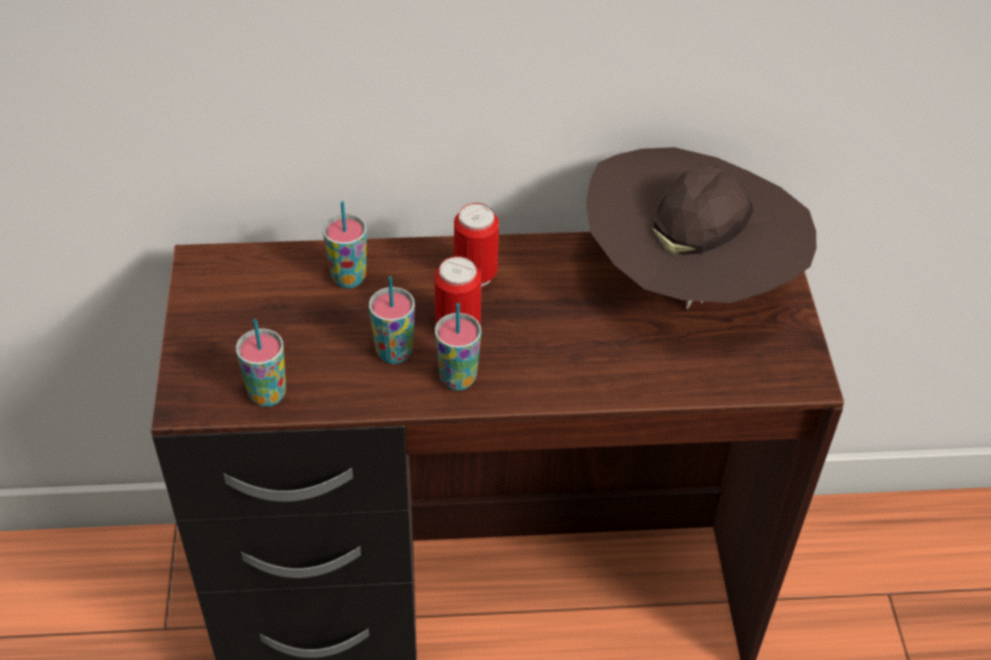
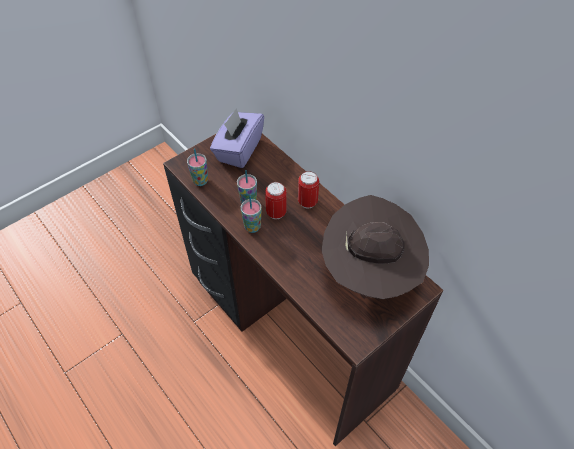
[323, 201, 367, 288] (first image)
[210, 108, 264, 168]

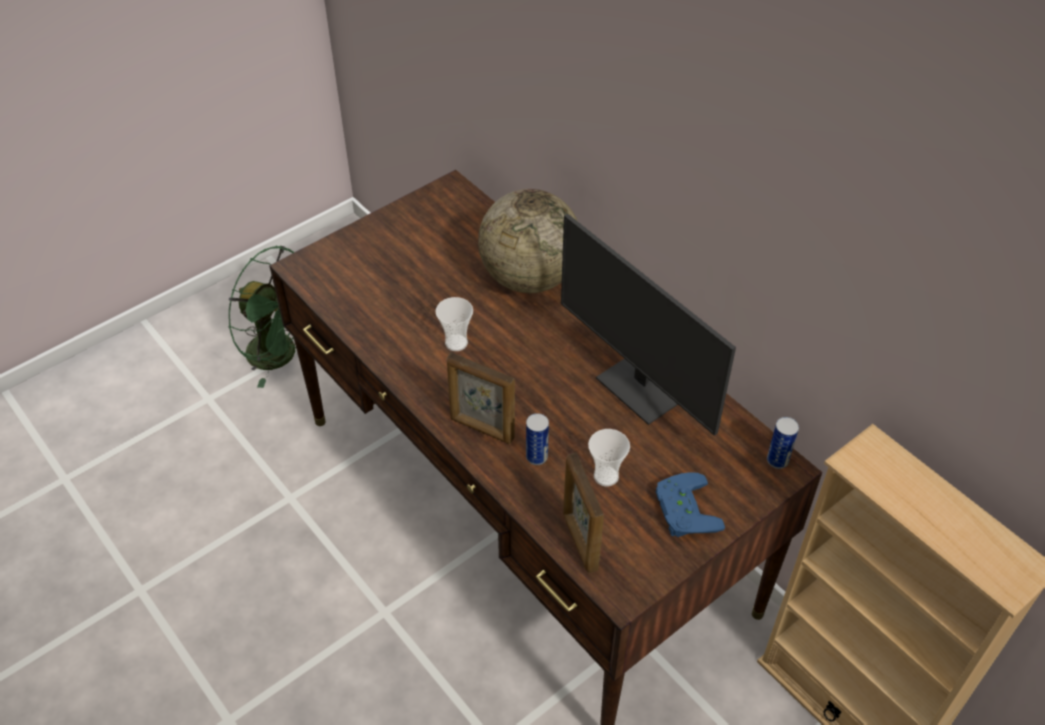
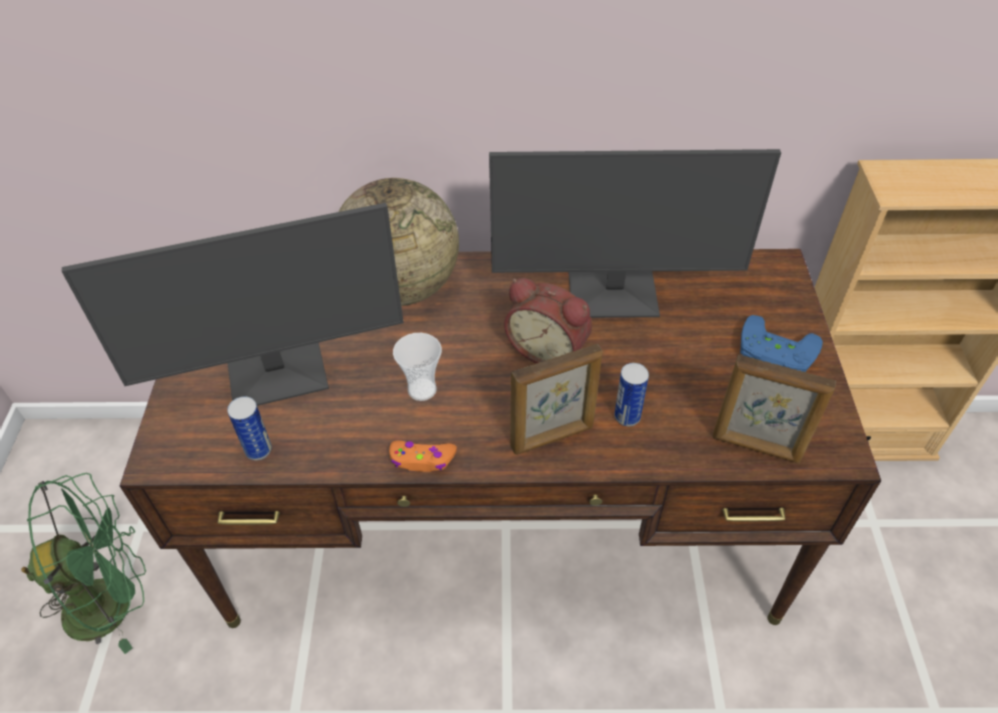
[588, 429, 630, 486] (first image)
[227, 396, 272, 460]
[62, 203, 404, 406]
[389, 440, 457, 472]
[504, 278, 592, 363]

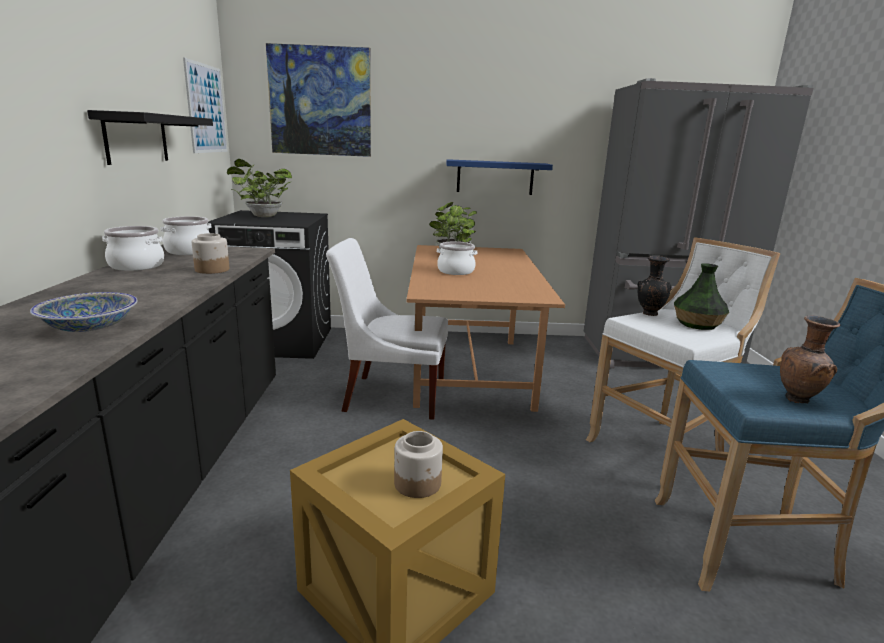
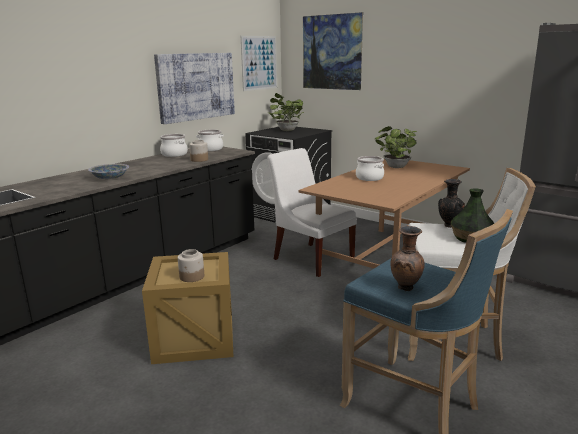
[154, 53, 235, 124]
[446, 159, 553, 195] (first image)

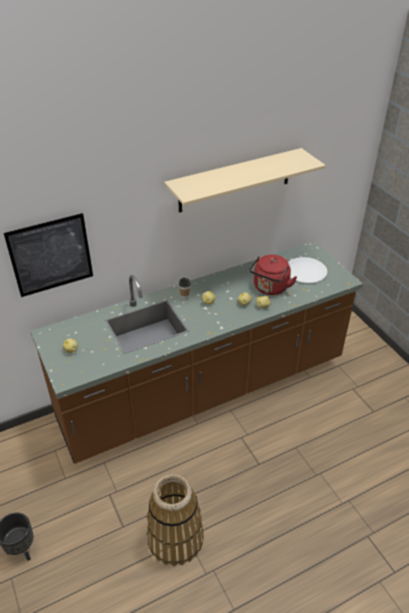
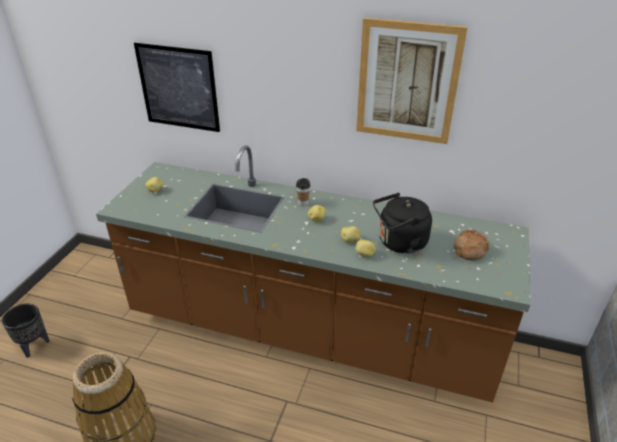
[356, 18, 467, 144]
[373, 193, 432, 254]
[454, 229, 489, 261]

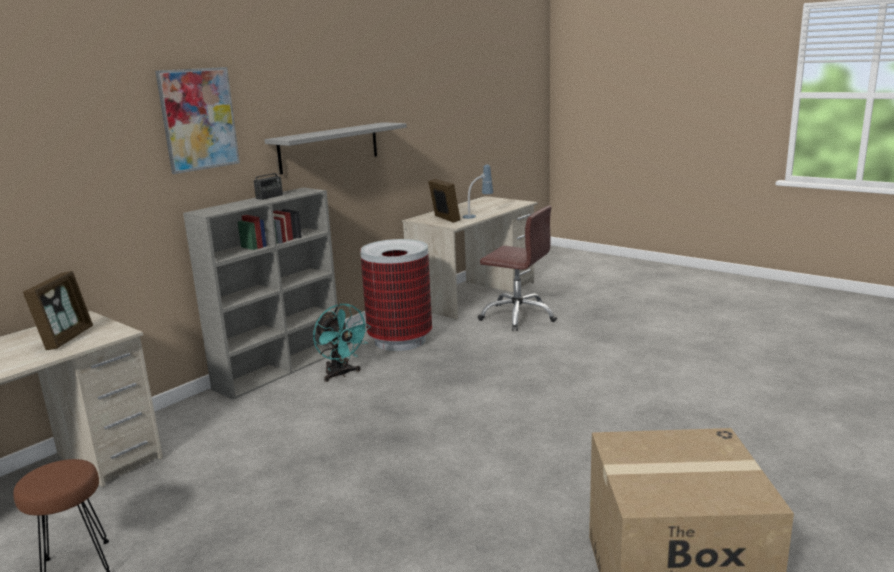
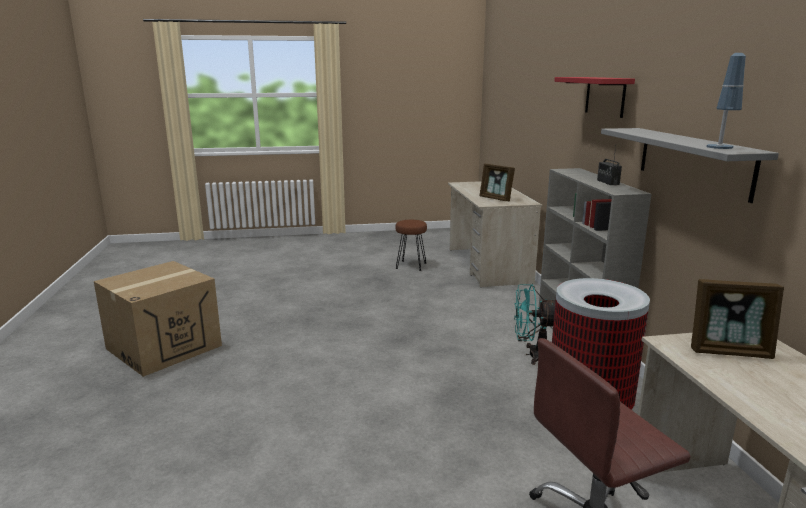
[554, 77, 635, 118]
[706, 53, 746, 149]

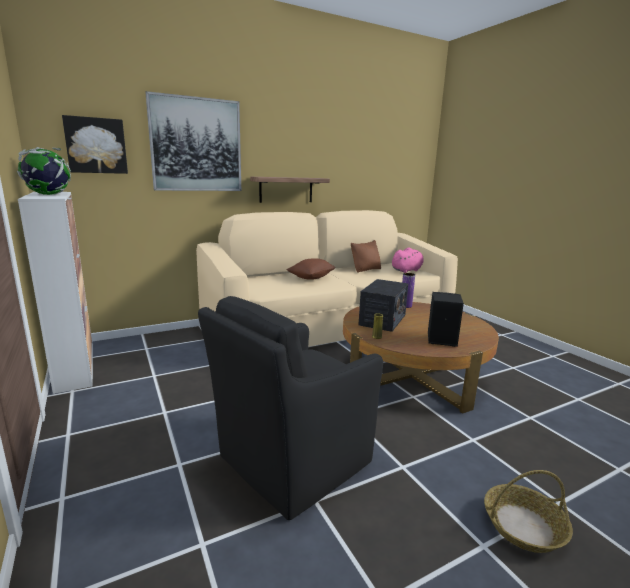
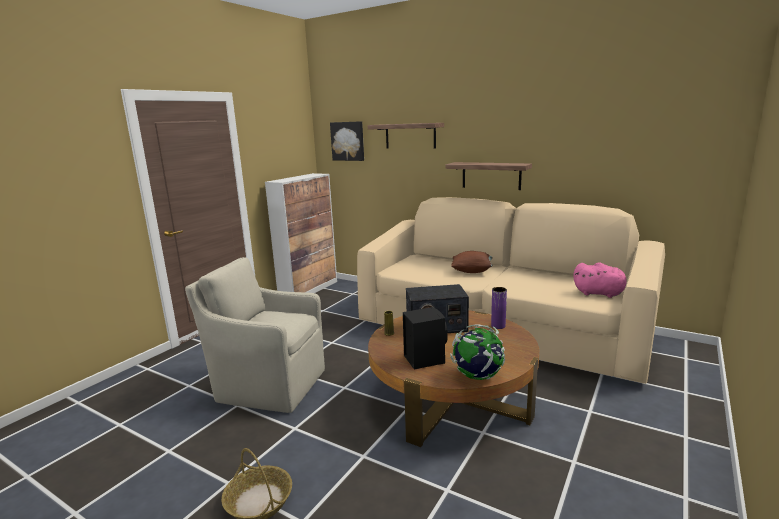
[450, 324, 505, 380]
[368, 123, 444, 148]
[185, 257, 325, 413]
[351, 240, 381, 273] (first image)

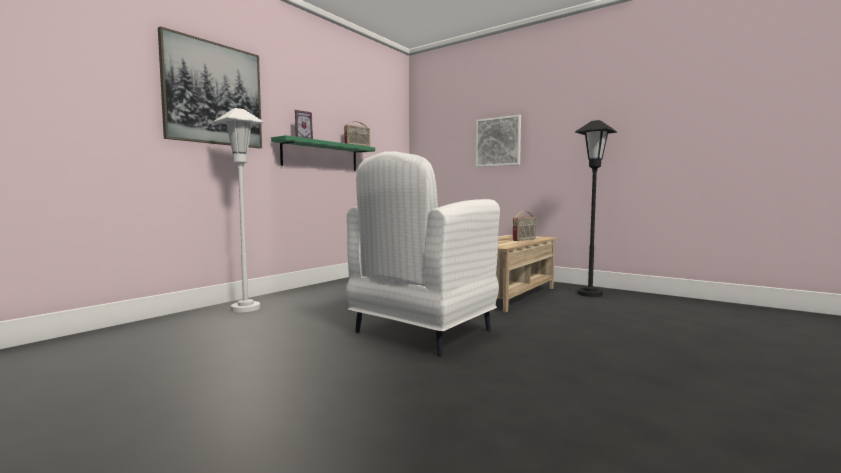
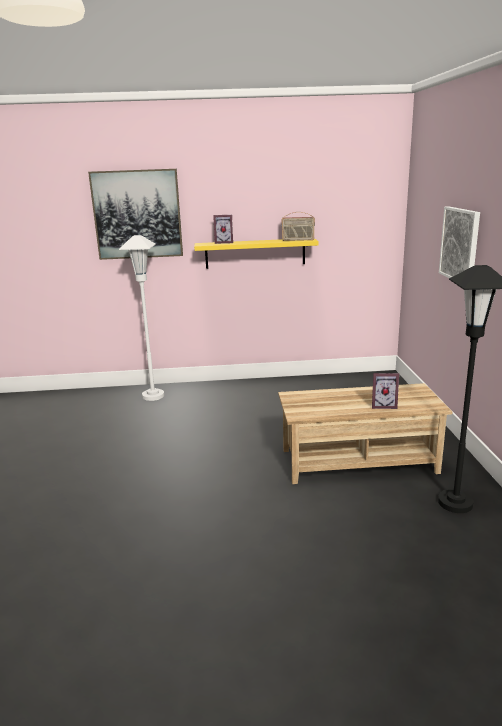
[194, 238, 319, 269]
[346, 151, 500, 356] (first image)
[372, 373, 399, 409]

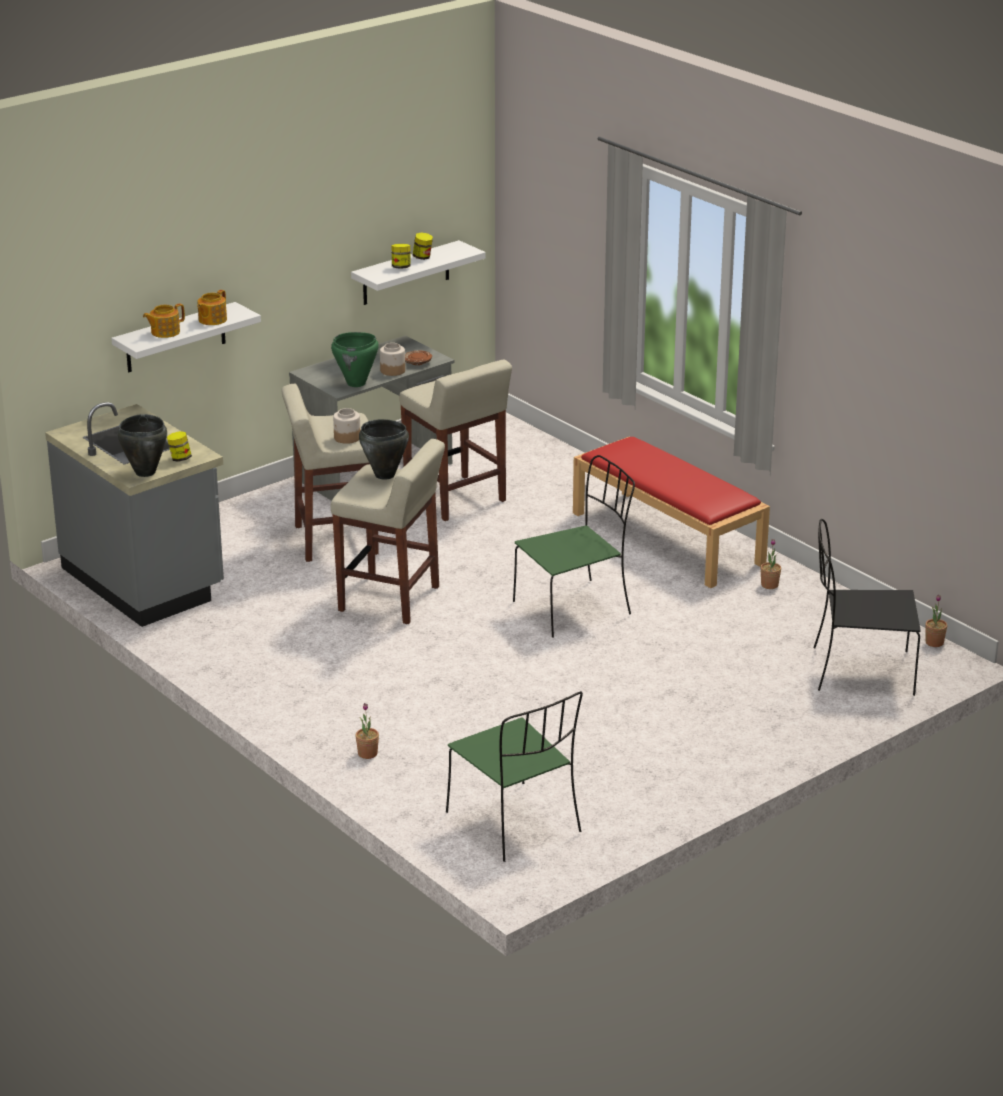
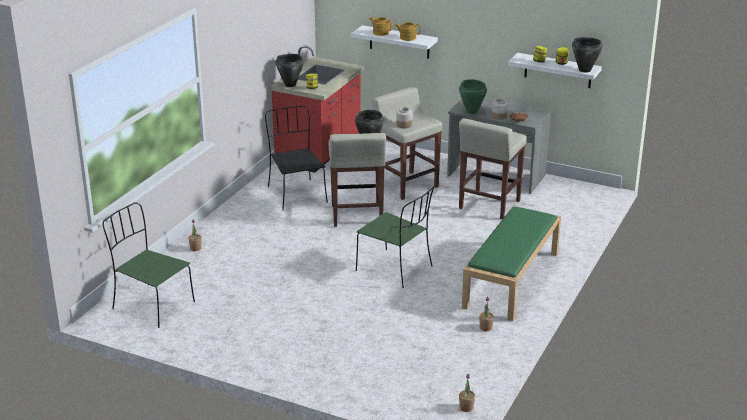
[271, 46, 364, 173]
[102, 202, 195, 328]
[462, 206, 561, 321]
[265, 105, 328, 210]
[572, 37, 603, 73]

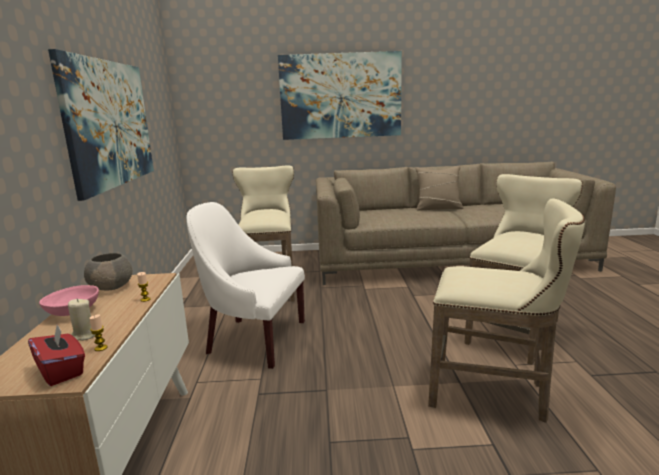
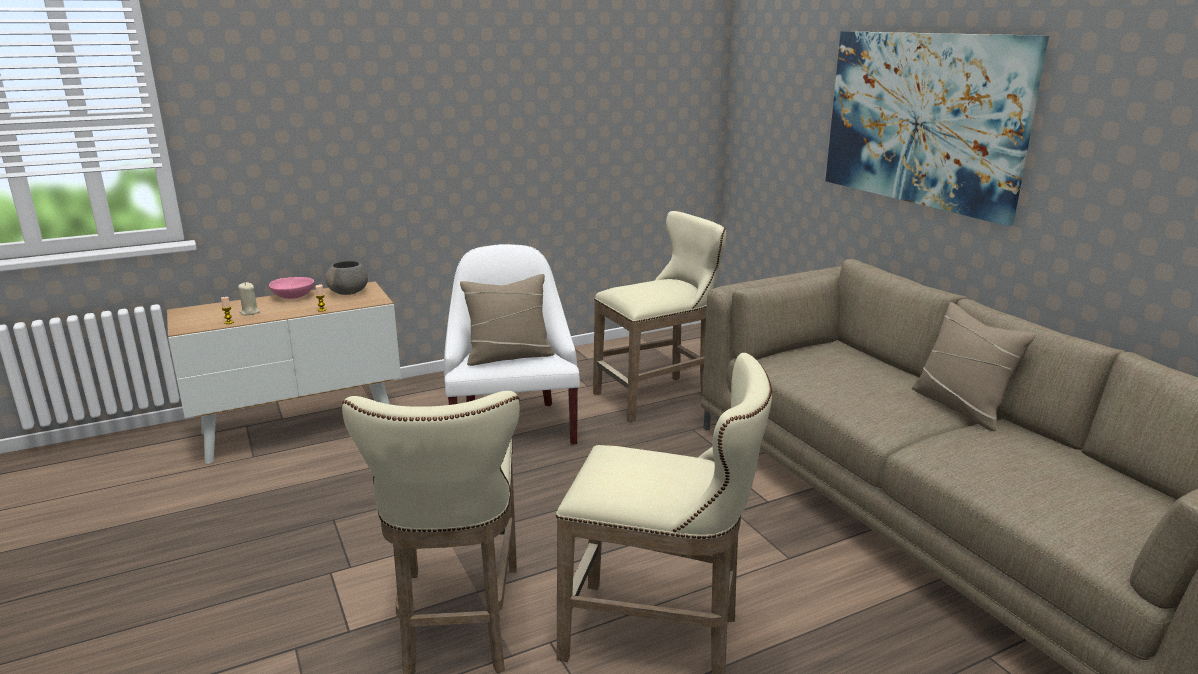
[28, 325, 85, 386] (first image)
[48, 49, 154, 201] (first image)
[460, 274, 555, 366]

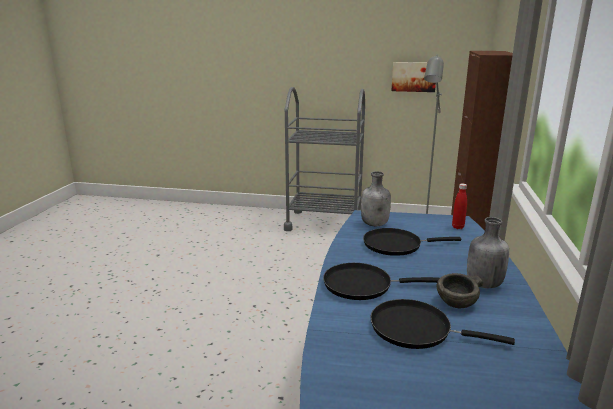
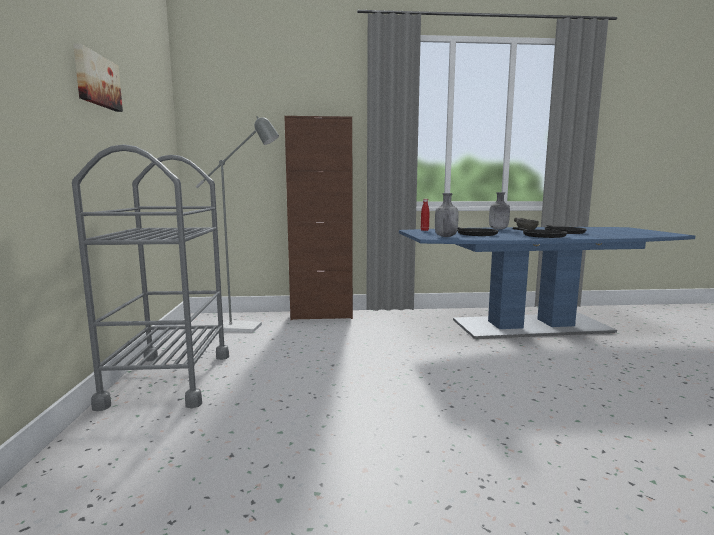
[73, 43, 123, 112]

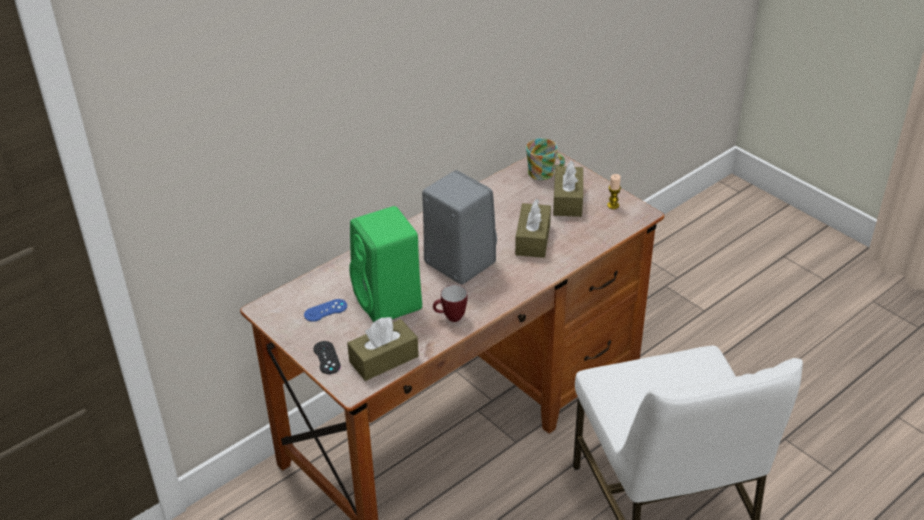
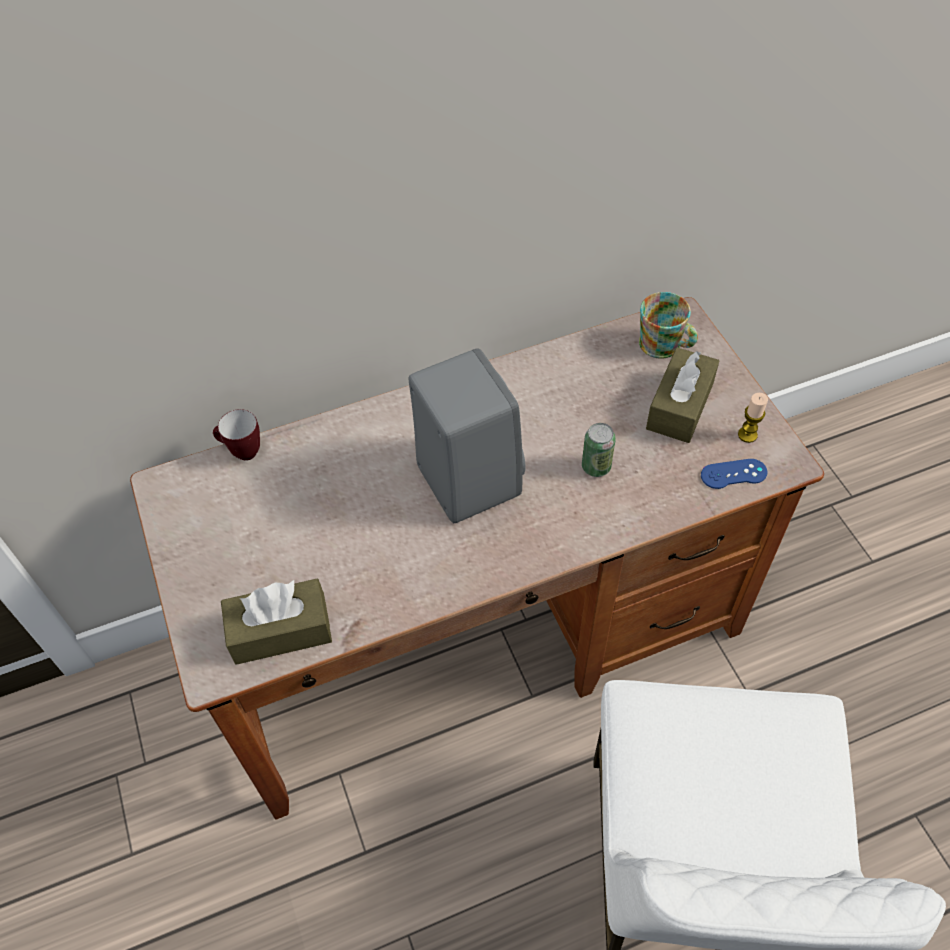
[701, 459, 768, 489]
[313, 341, 341, 374] (first image)
[349, 206, 422, 322] (first image)
[213, 409, 260, 461]
[582, 423, 616, 477]

